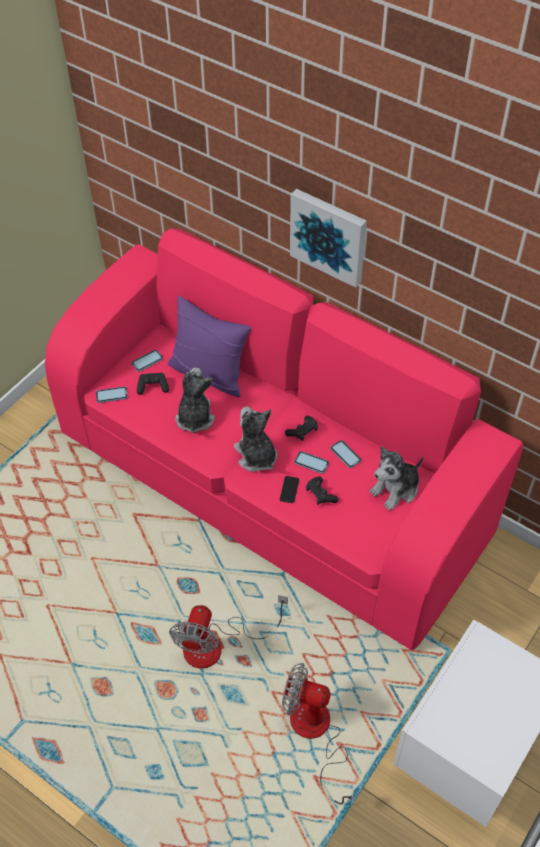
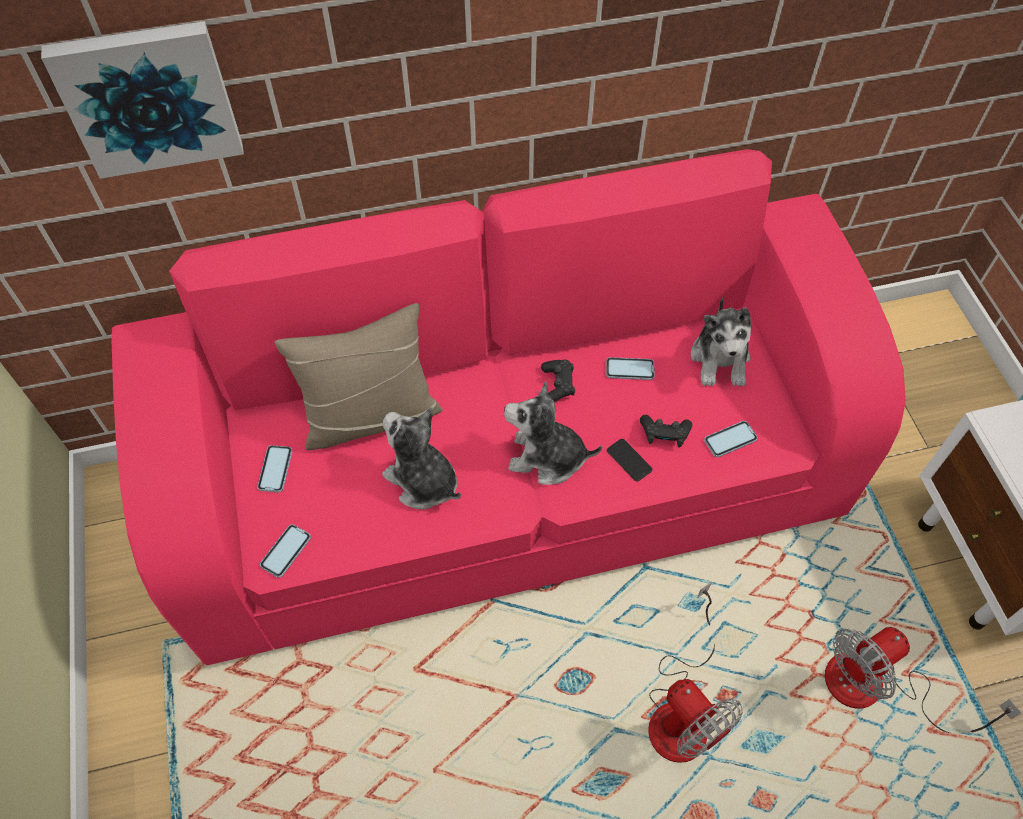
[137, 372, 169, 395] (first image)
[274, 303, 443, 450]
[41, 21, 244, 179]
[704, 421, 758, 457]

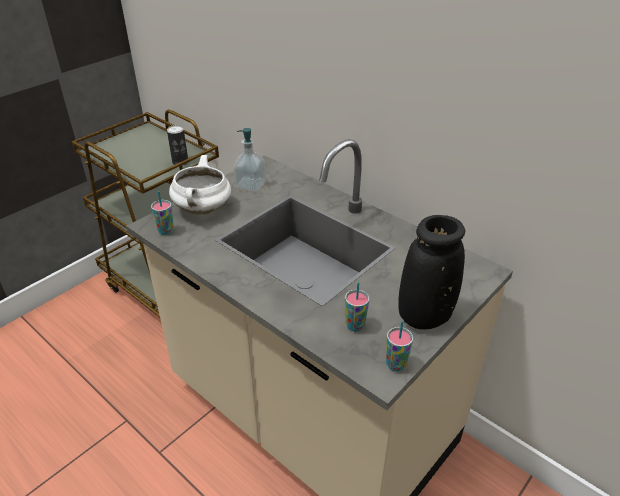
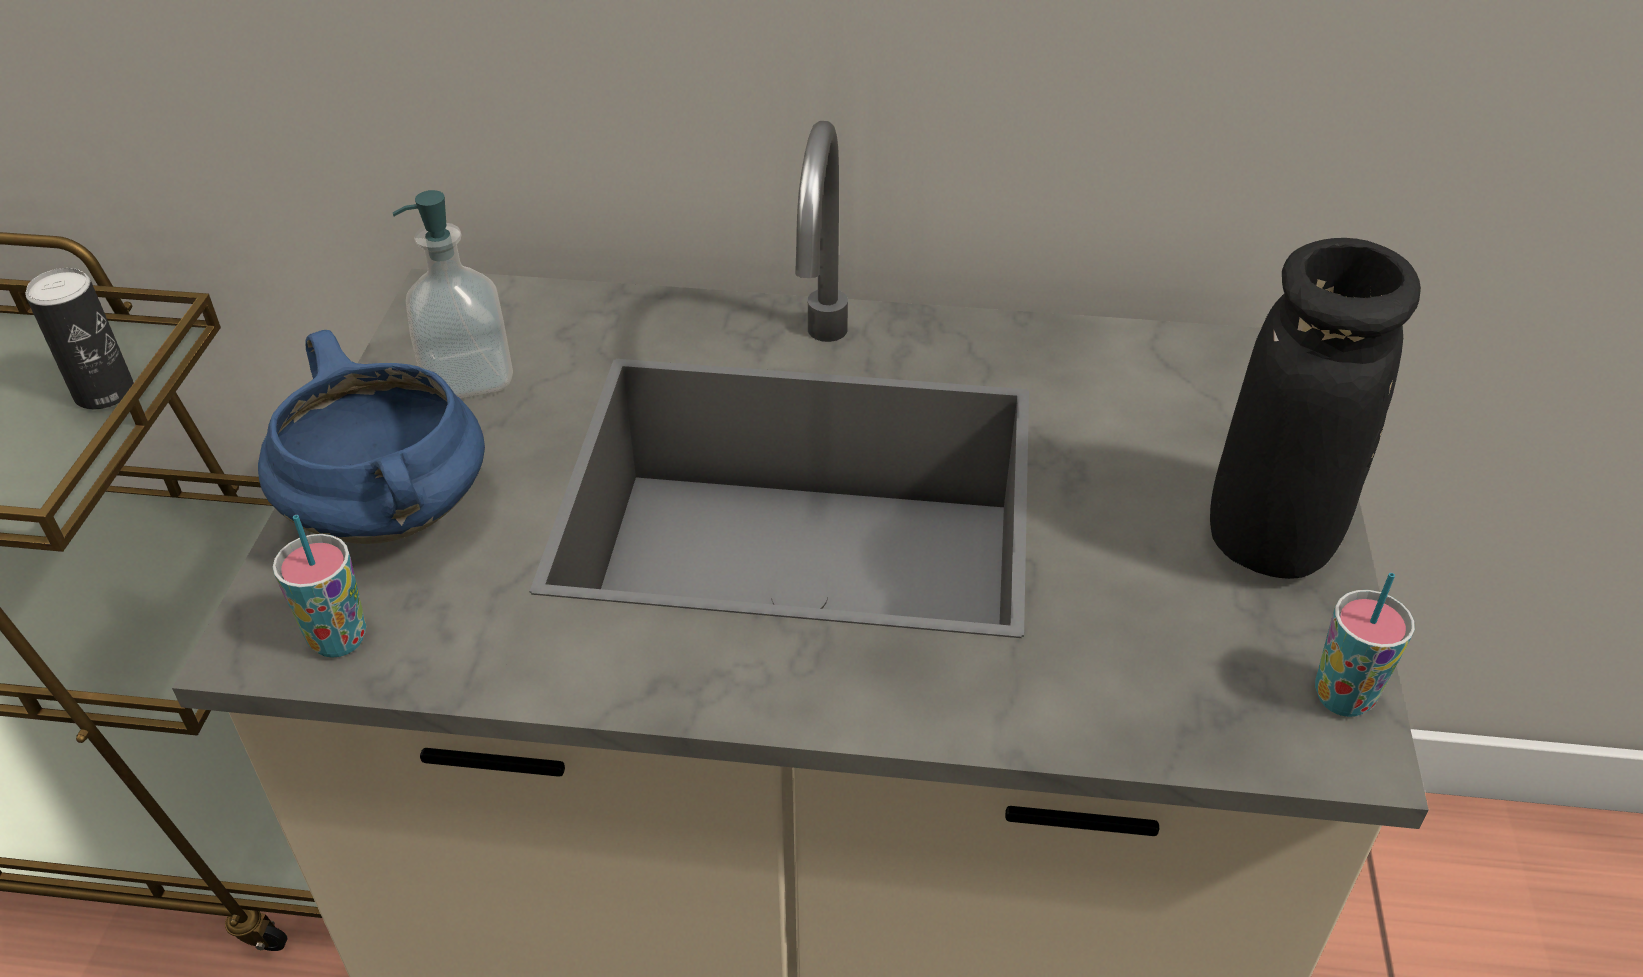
[258, 330, 485, 544]
[345, 282, 369, 331] (first image)

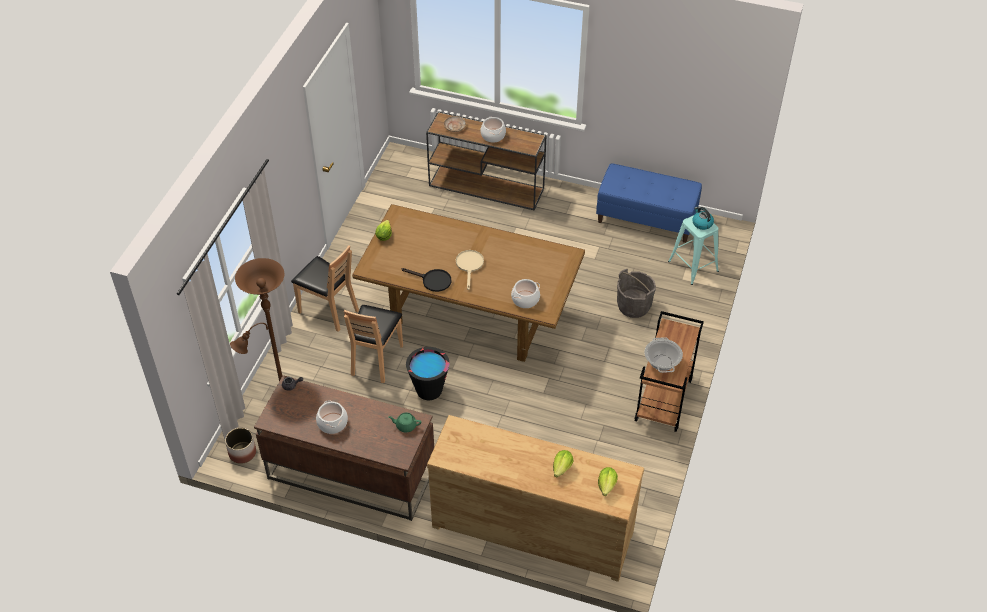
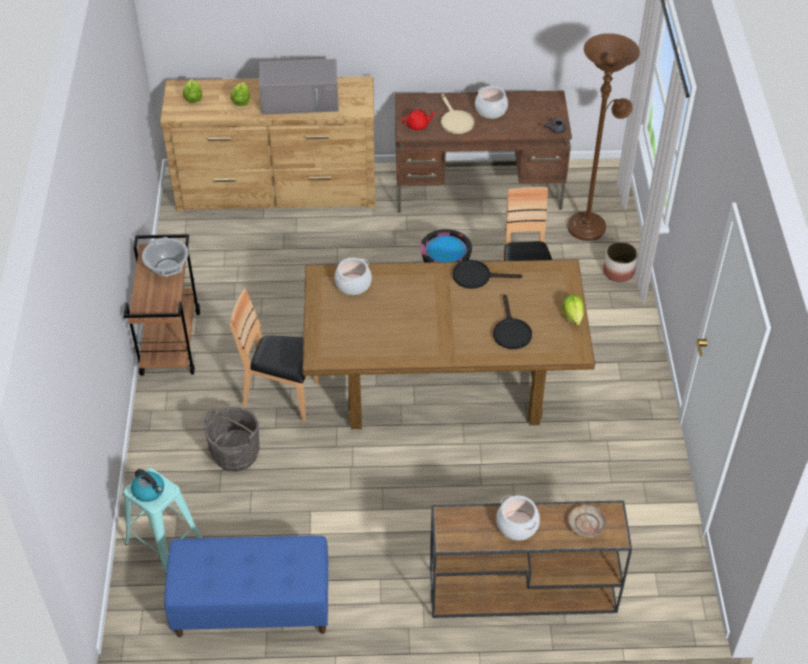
[603, 242, 638, 282]
[229, 289, 319, 421]
[401, 110, 436, 130]
[441, 94, 475, 134]
[259, 59, 339, 115]
[493, 294, 532, 349]

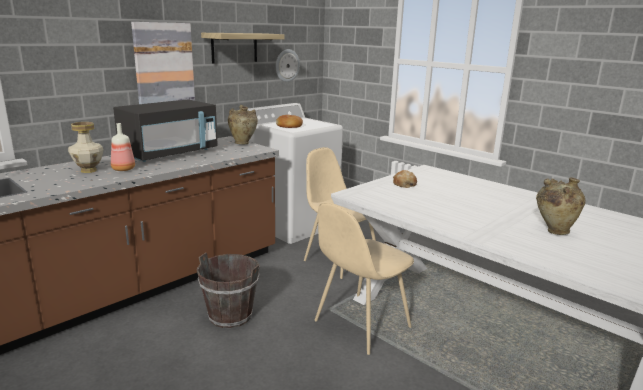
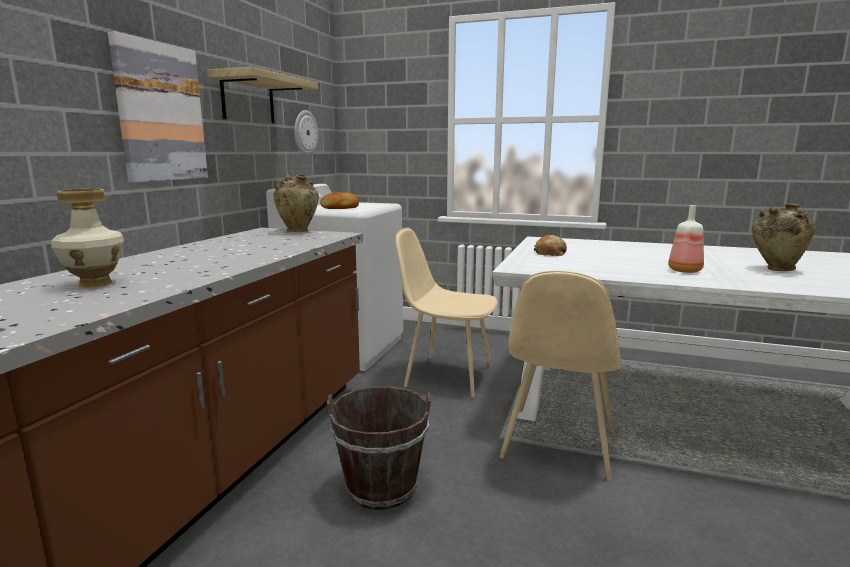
[668, 205, 704, 273]
[113, 99, 218, 162] (first image)

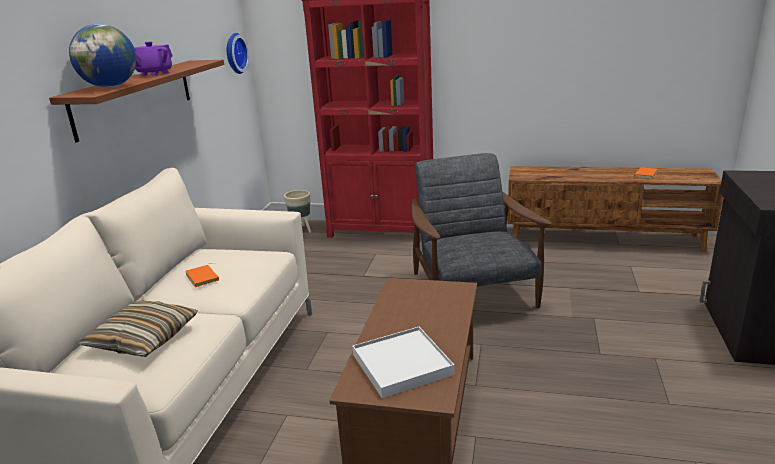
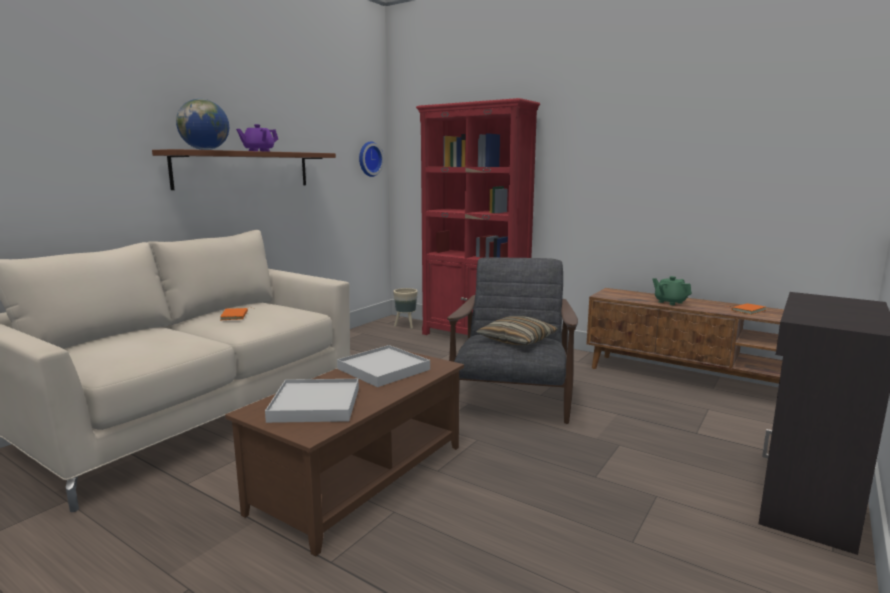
[476, 316, 558, 346]
[337, 345, 430, 387]
[652, 276, 692, 305]

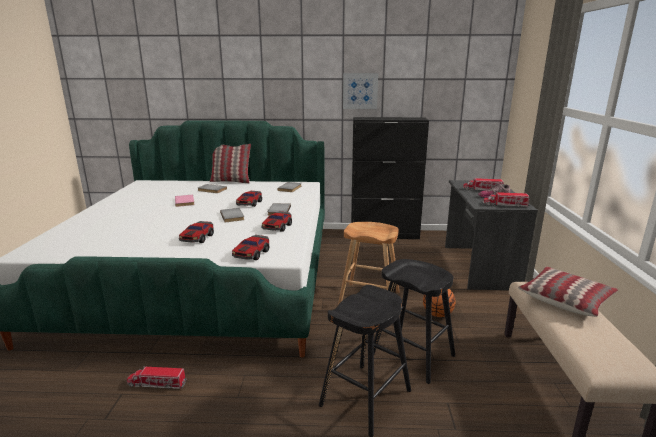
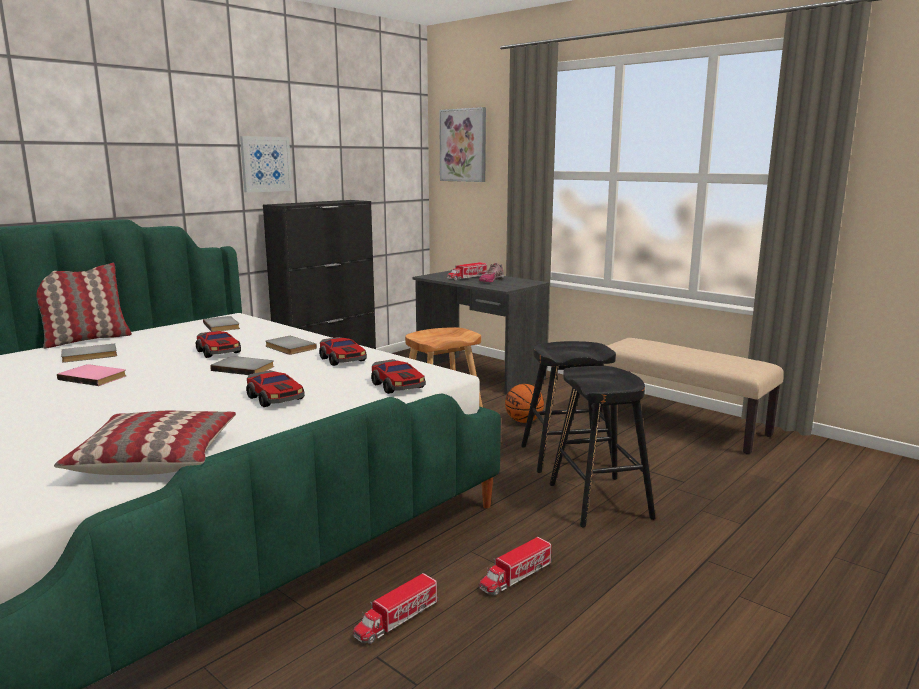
[479, 537, 552, 596]
[54, 411, 236, 475]
[439, 107, 486, 182]

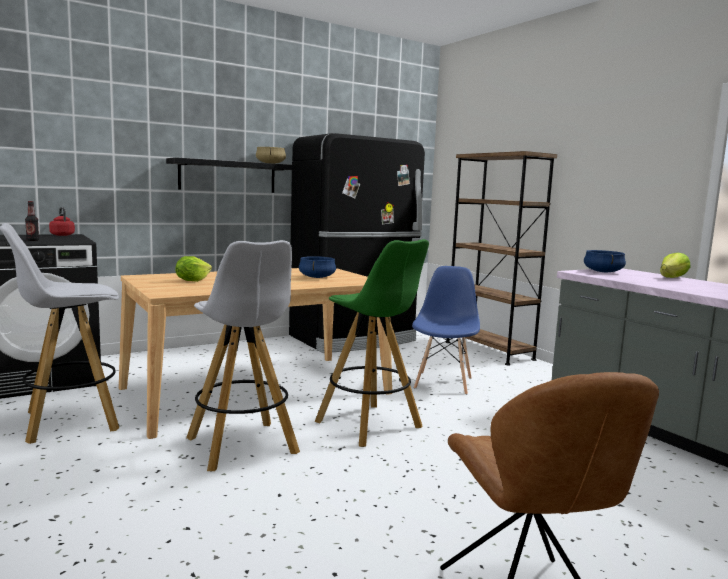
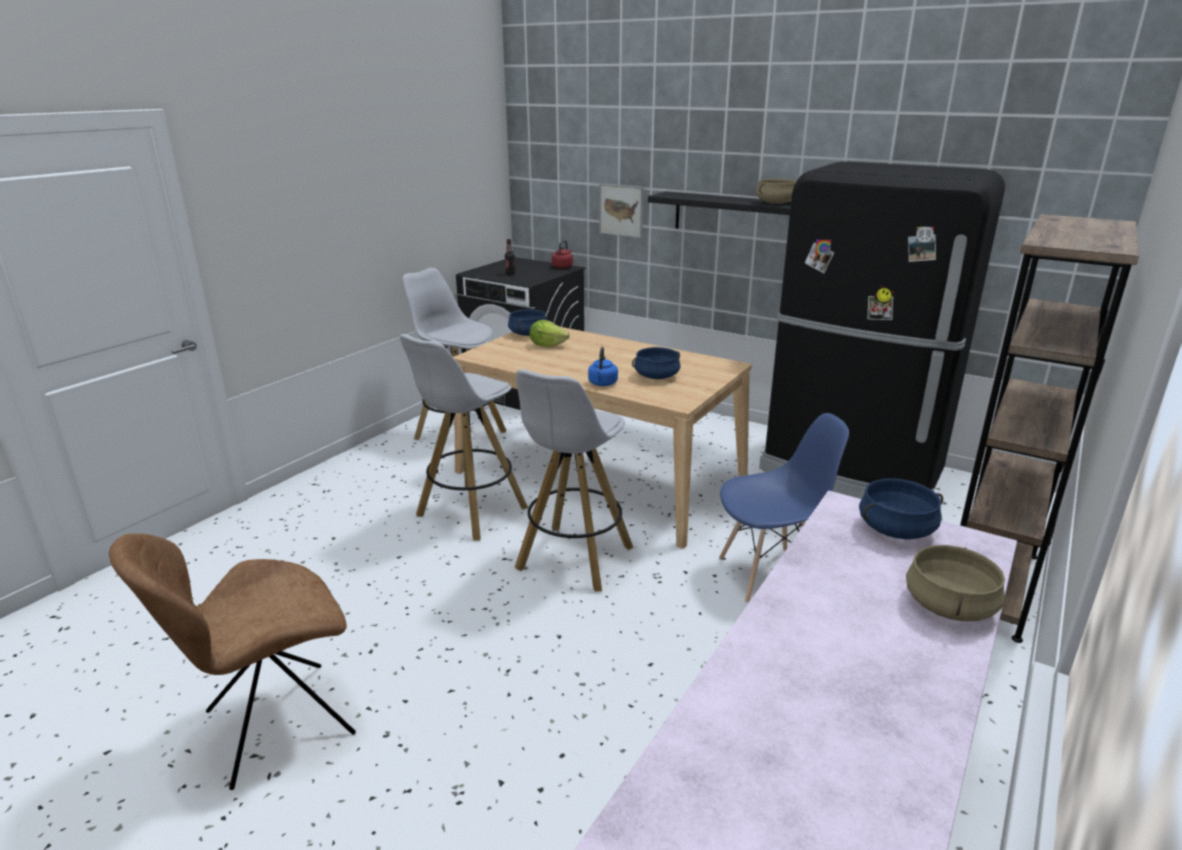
[515, 369, 633, 592]
[906, 545, 1005, 621]
[508, 309, 547, 336]
[588, 347, 618, 386]
[599, 184, 643, 238]

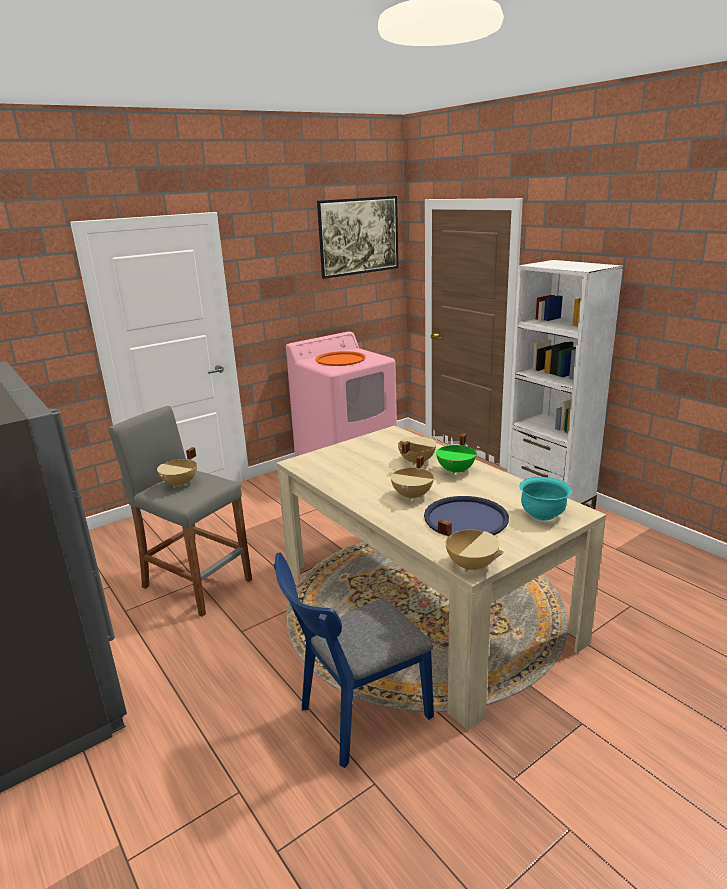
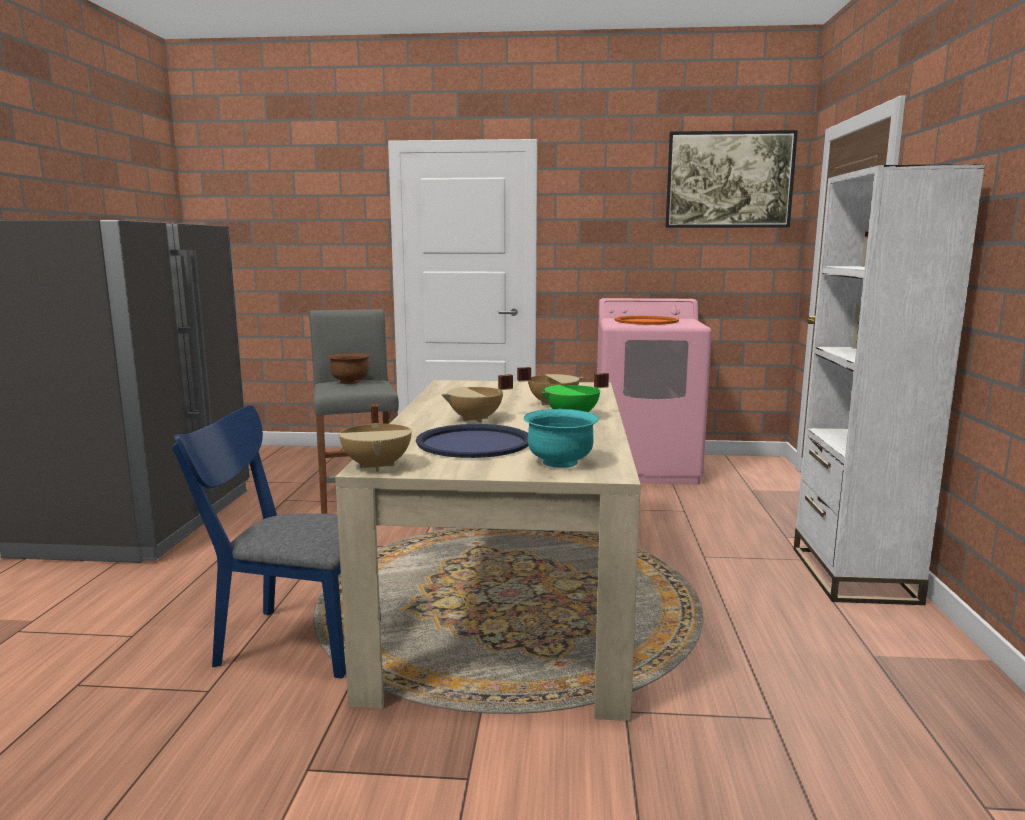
[327, 353, 371, 384]

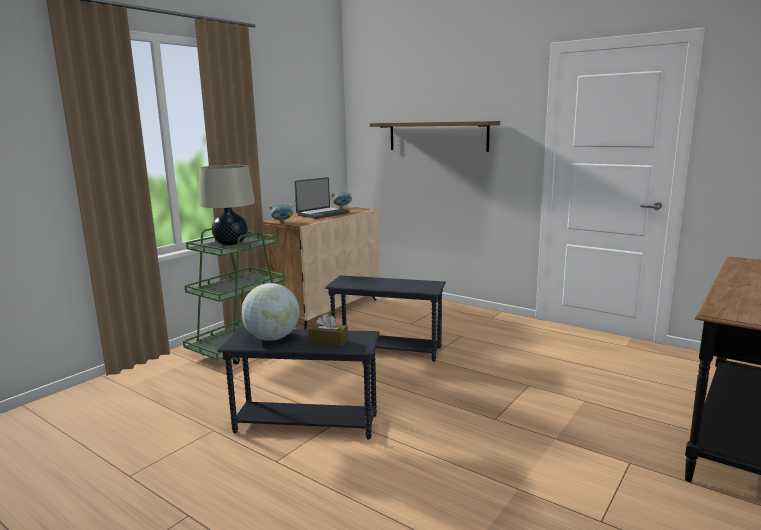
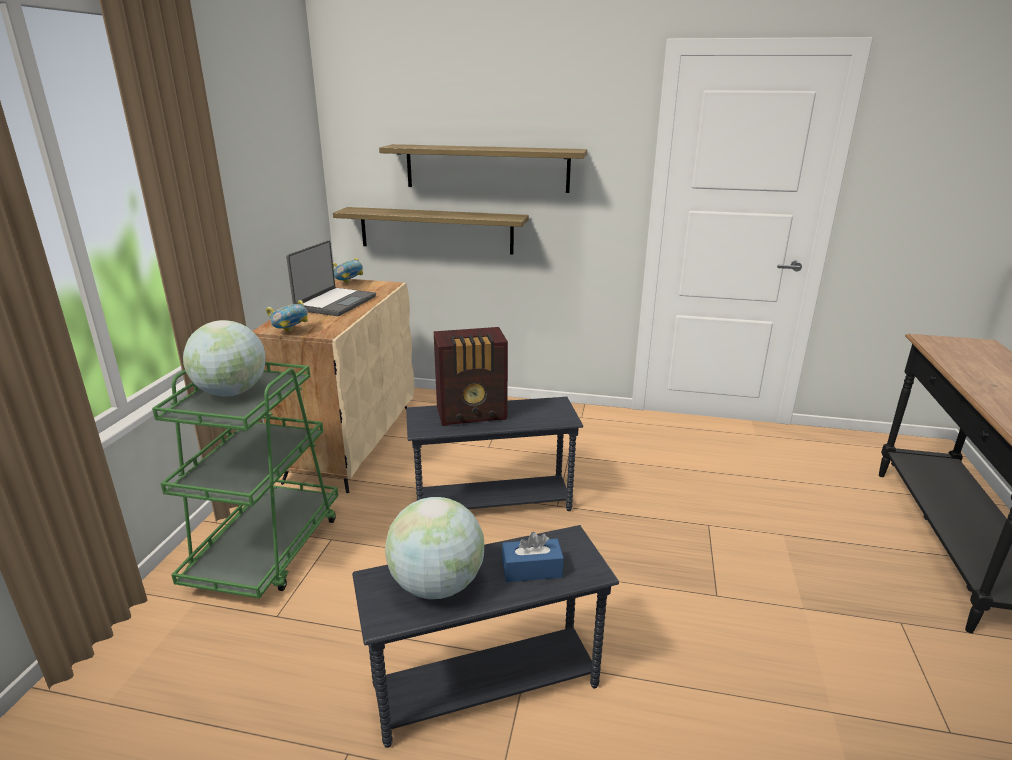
[183, 320, 265, 396]
[502, 532, 564, 582]
[333, 207, 529, 254]
[434, 327, 508, 426]

